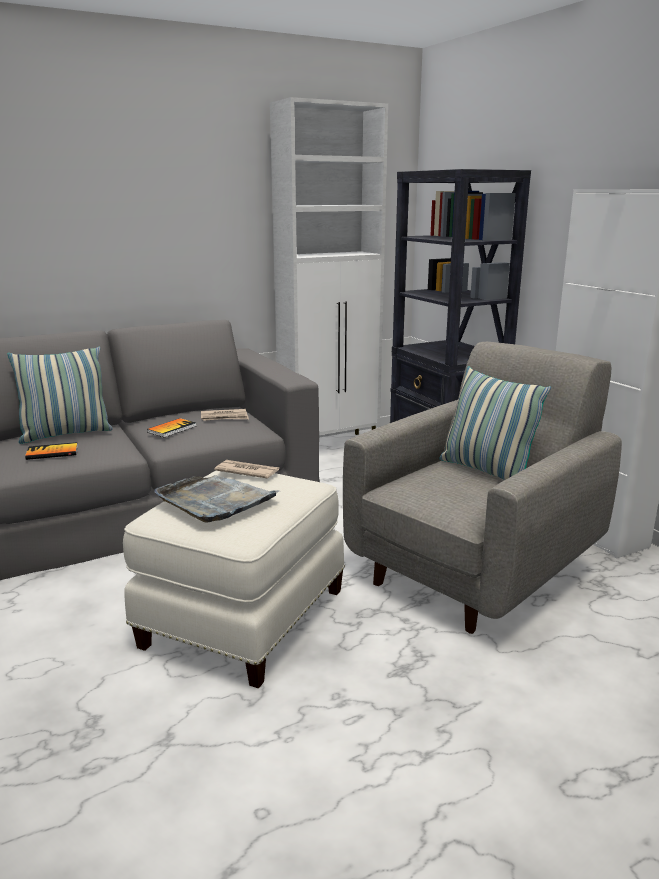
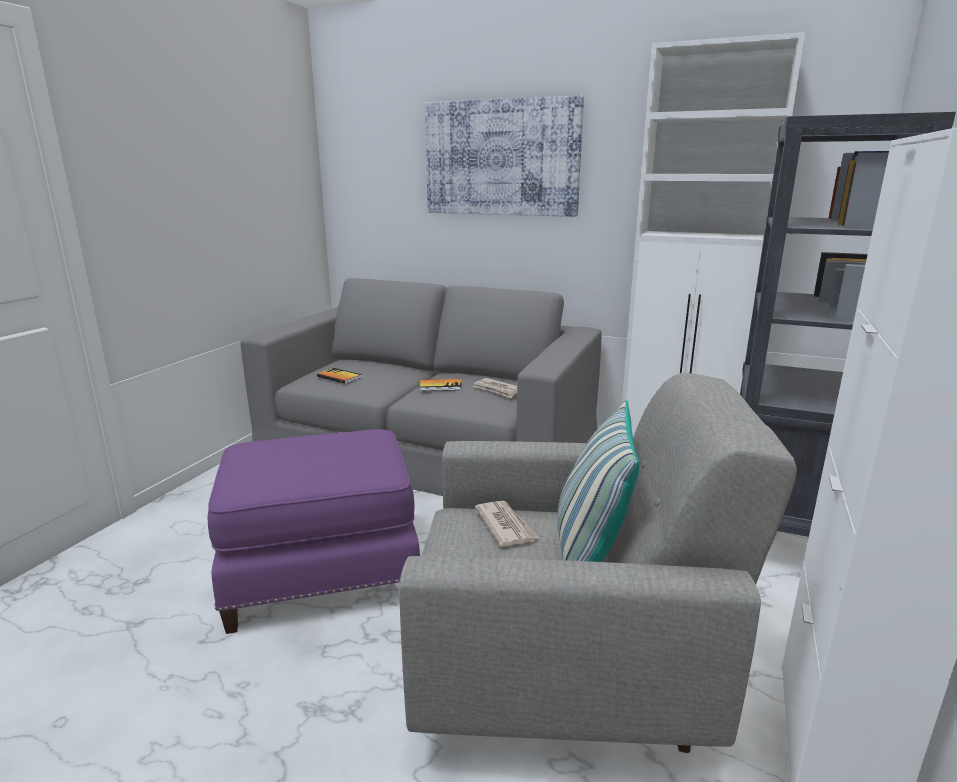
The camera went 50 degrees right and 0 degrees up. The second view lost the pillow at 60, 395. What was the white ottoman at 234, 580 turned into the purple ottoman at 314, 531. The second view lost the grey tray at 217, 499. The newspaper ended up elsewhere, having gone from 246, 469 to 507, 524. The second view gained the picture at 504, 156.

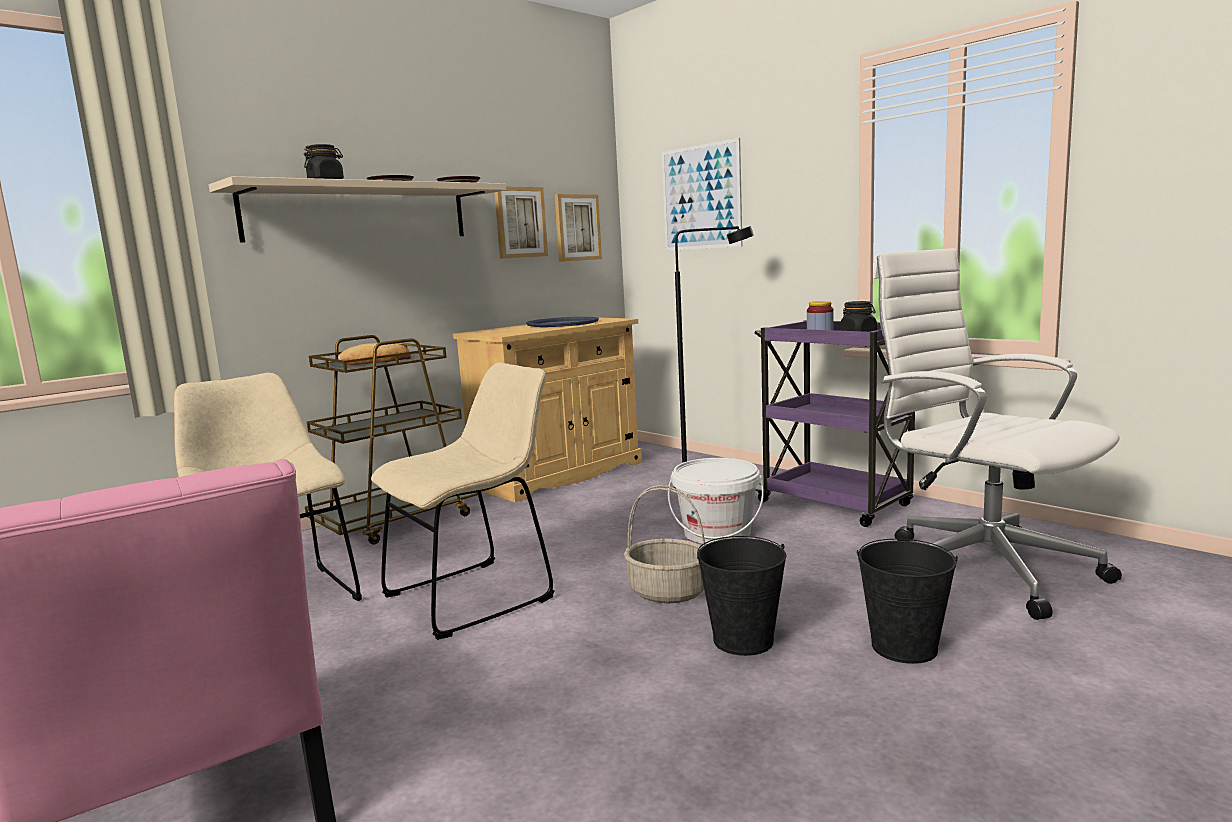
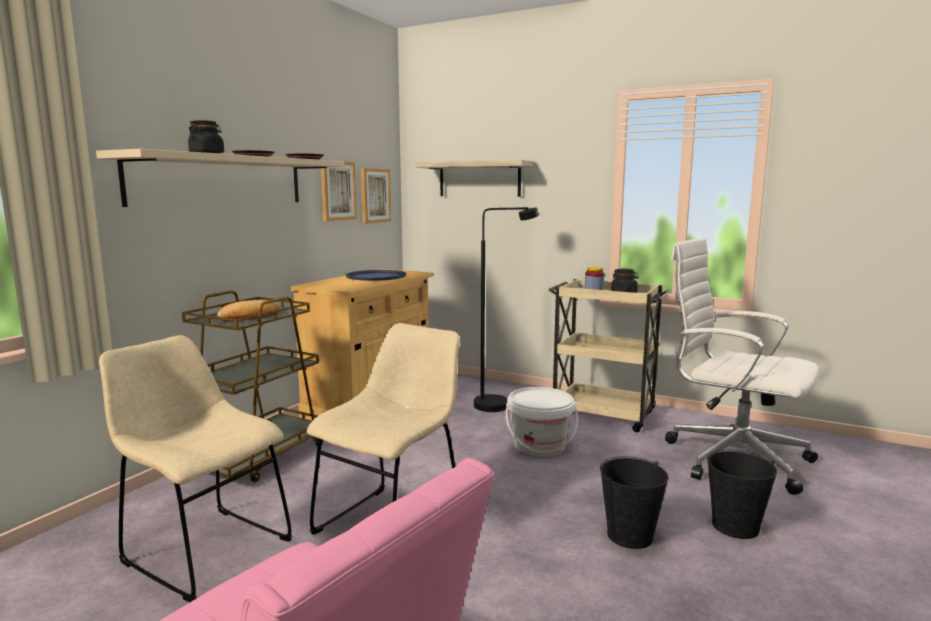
The camera went 20 degrees left and 0 degrees up. The second view lost the basket at 664, 544. Where the picture hung at 702, 194, the shelf came to hang at 474, 178. What was the purple cart at 834, 423 turned into the beige cart at 610, 355.

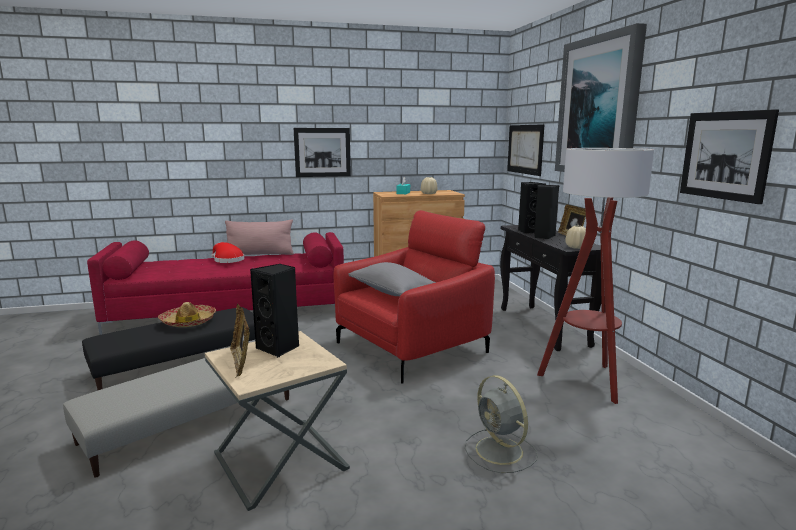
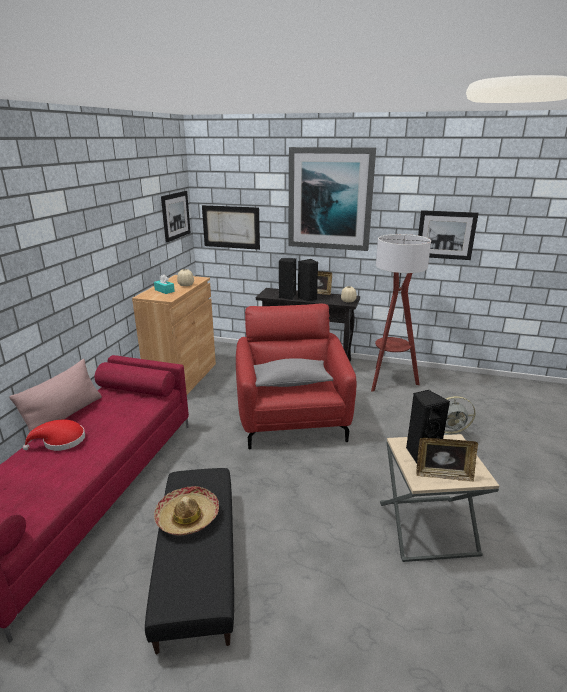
The camera went 60 degrees left and 10 degrees up. The second view lost the grey ottoman at 176, 418. The picture ended up elsewhere, having gone from 322, 152 to 176, 217.

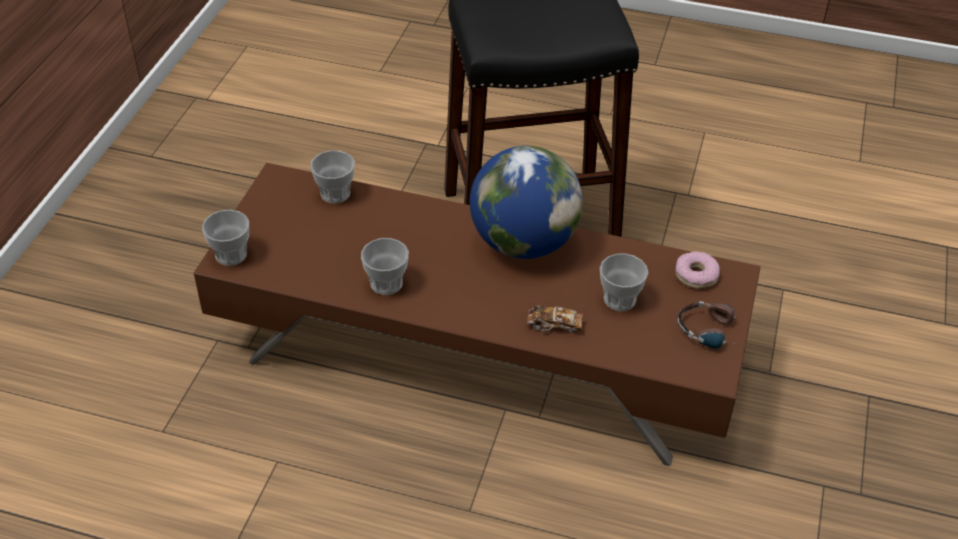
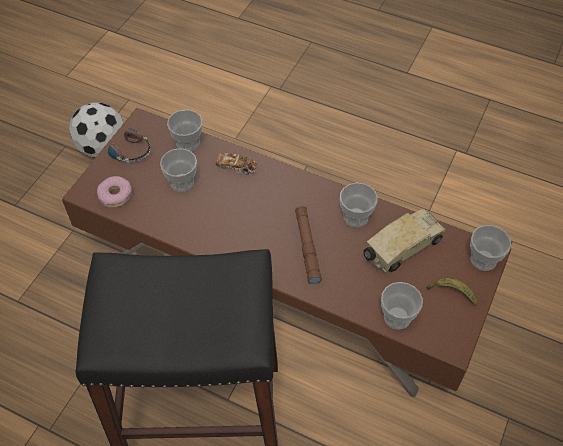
The camera went 170 degrees left and 10 degrees up. The second view lost the globe at 526, 202. The second view gained the football at 96, 130. The second view gained the cup at 185, 130. The second view gained the brown flashlight at 308, 245. The second view gained the toy truck at 404, 240. The second view gained the banana at 452, 291.

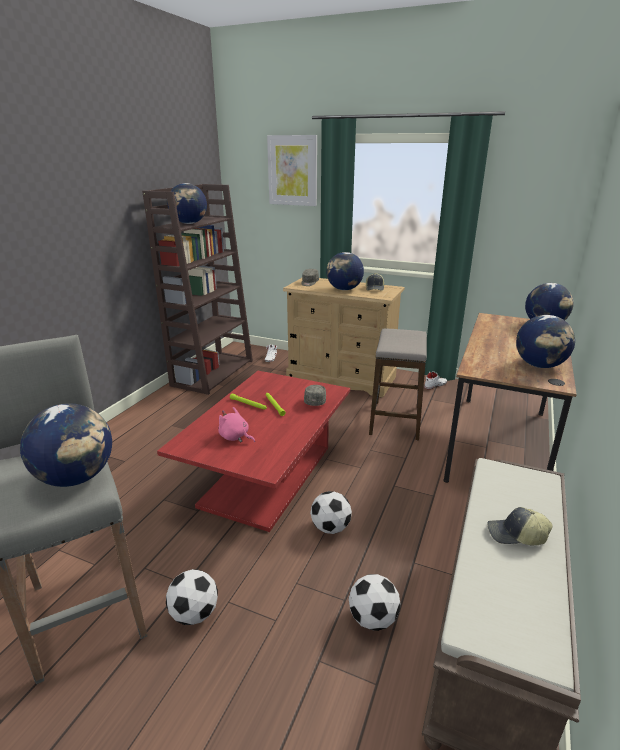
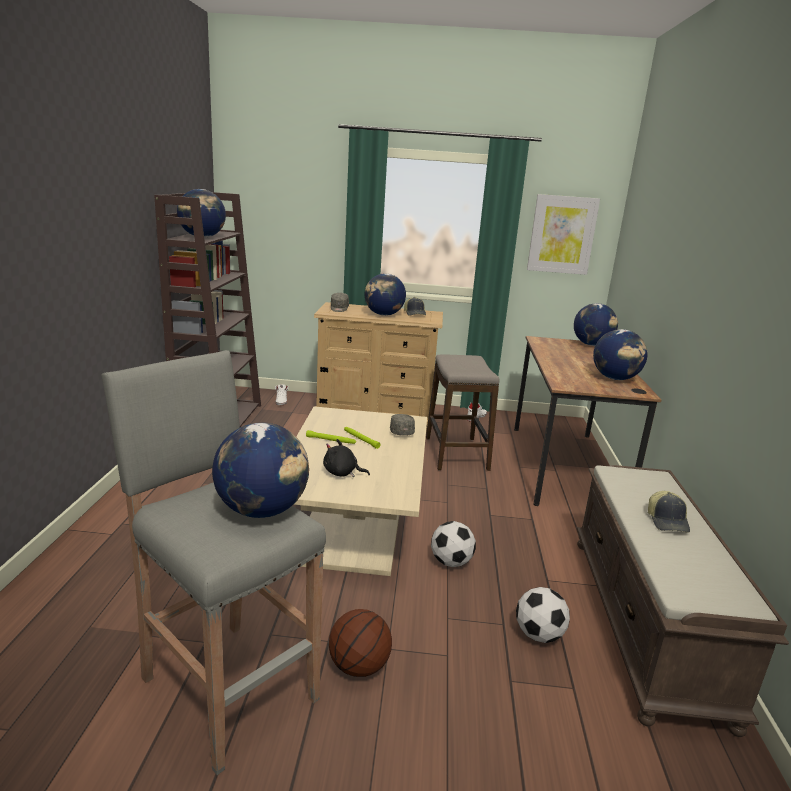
The camera went 20 degrees left and 5 degrees down. What was the red coffee table at 253, 451 turned into the beige coffee table at 360, 491. Where the football stood at 192, 597, the basketball came to stand at 360, 643. What was the pink plush toy at 236, 424 turned into the black plush toy at 346, 458. The picture ended up elsewhere, having gone from 292, 170 to 563, 234. The cap at 519, 526 ended up facing another way, 75 degrees counterclockwise from before.

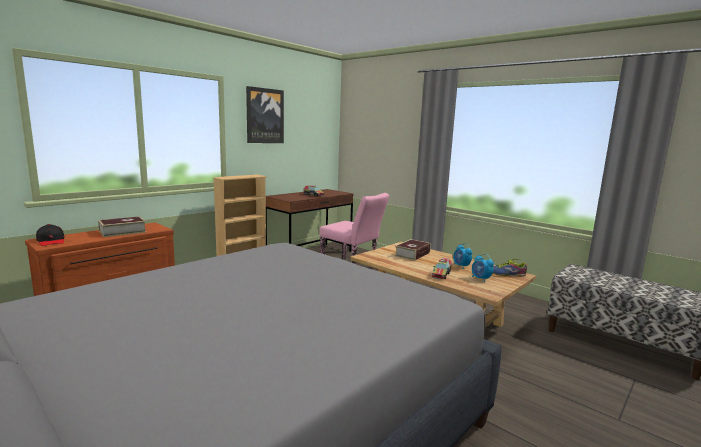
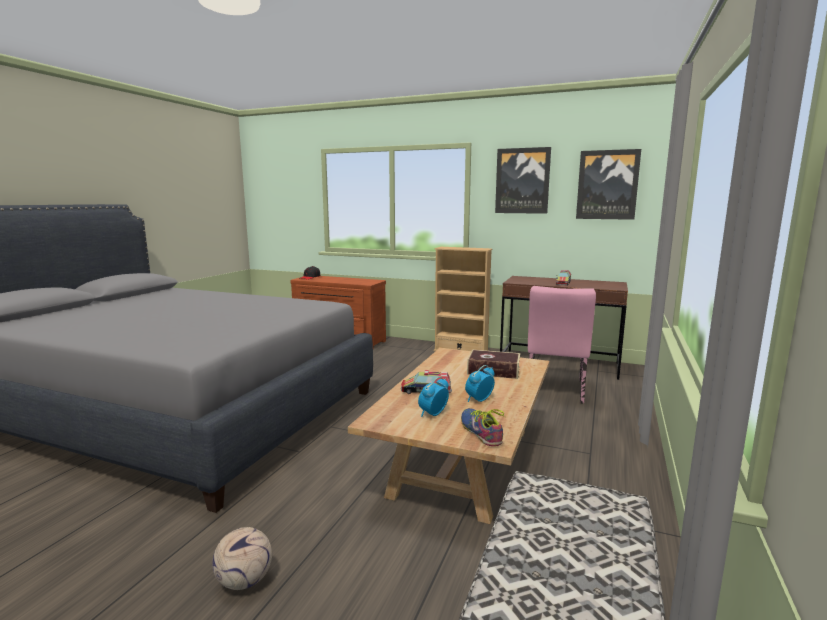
The camera went 70 degrees right and 0 degrees up. The second view lost the book at 122, 226. The second view gained the football at 242, 558. The second view gained the picture at 608, 184.

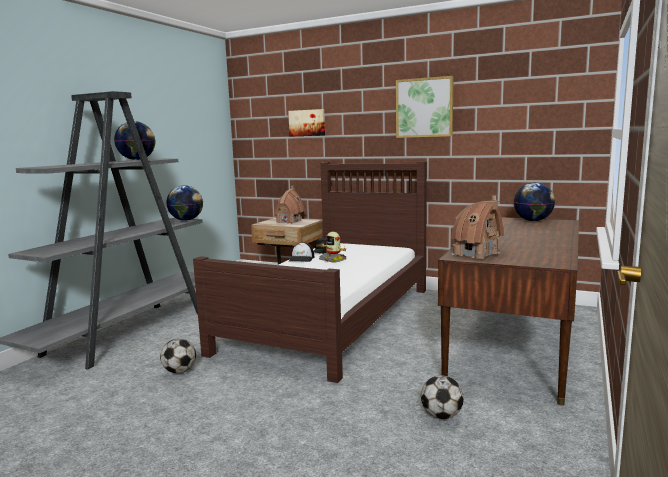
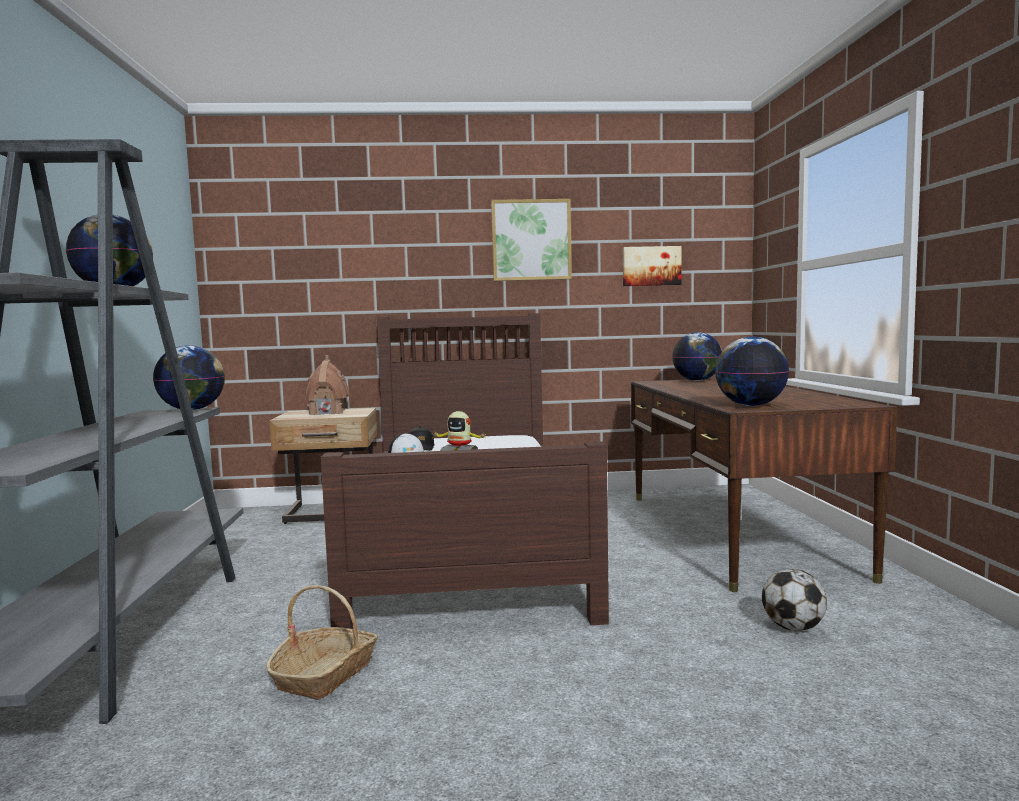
The camera went 30 degrees left and 5 degrees down. Where the football stood at 178, 356, the basket came to stand at 321, 642. The picture ended up elsewhere, having gone from 306, 123 to 652, 266. Where the toy house stood at 477, 227, the globe came to stand at 752, 371.

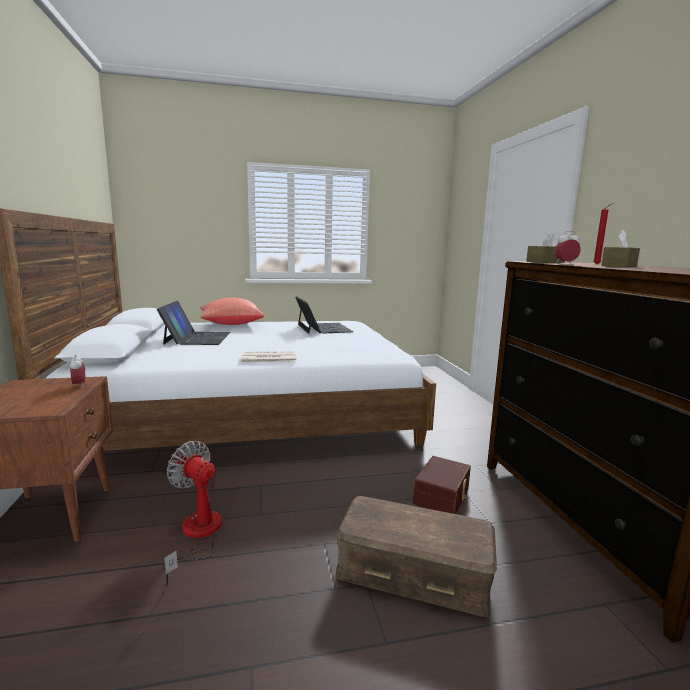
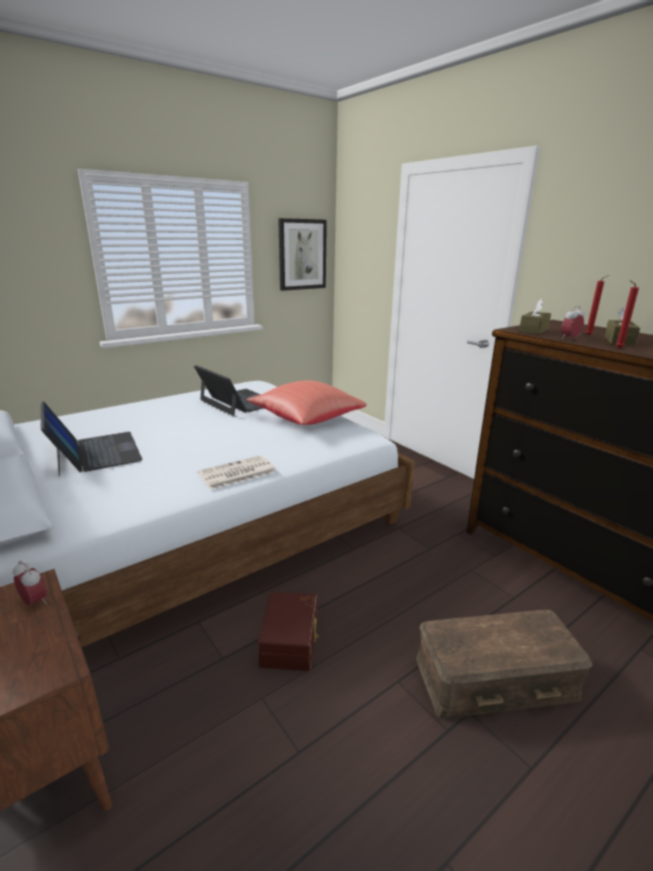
The camera went 25 degrees left and 10 degrees up. The second view lost the fan at 192, 514. The red pillow ended up elsewhere, having gone from 232, 311 to 306, 403. The brown storage box ended up elsewhere, having gone from 442, 485 to 288, 631. The second view gained the picture at 302, 254. The second view gained the red candle at 627, 314.

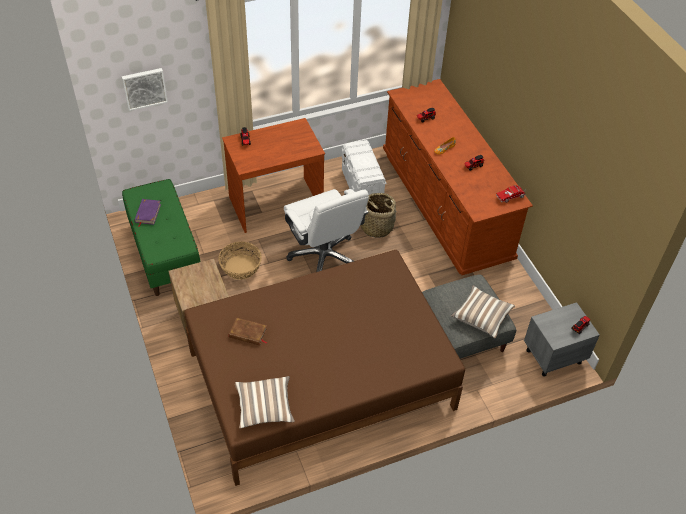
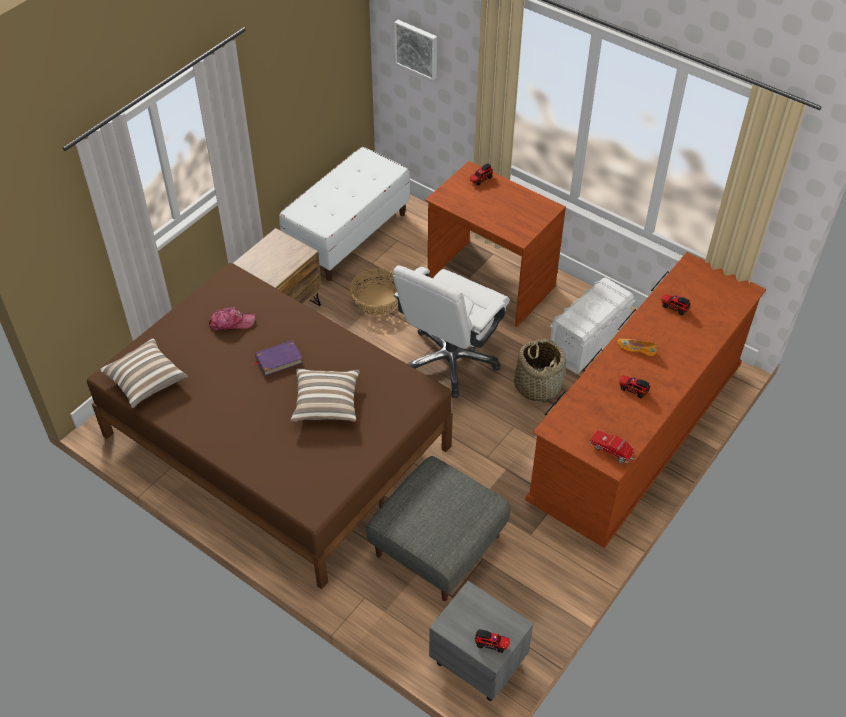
The camera went 60 degrees right and 0 degrees up. What was the green bench at 161, 237 turned into the white bench at 344, 214. The purple book ended up elsewhere, having gone from 148, 213 to 277, 358. Where the brown book stood at 248, 331, the cap came to stand at 232, 318. The pillow ended up elsewhere, having gone from 483, 311 to 325, 395.

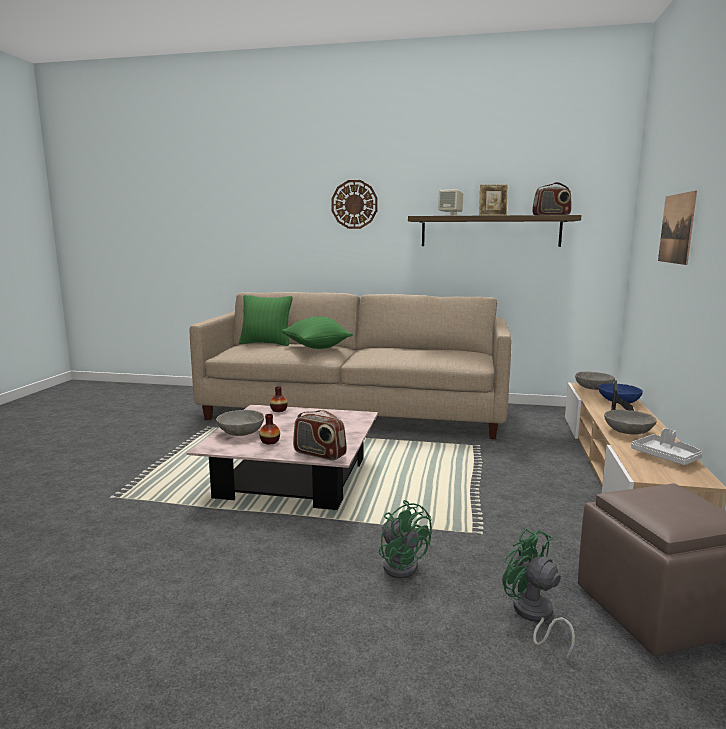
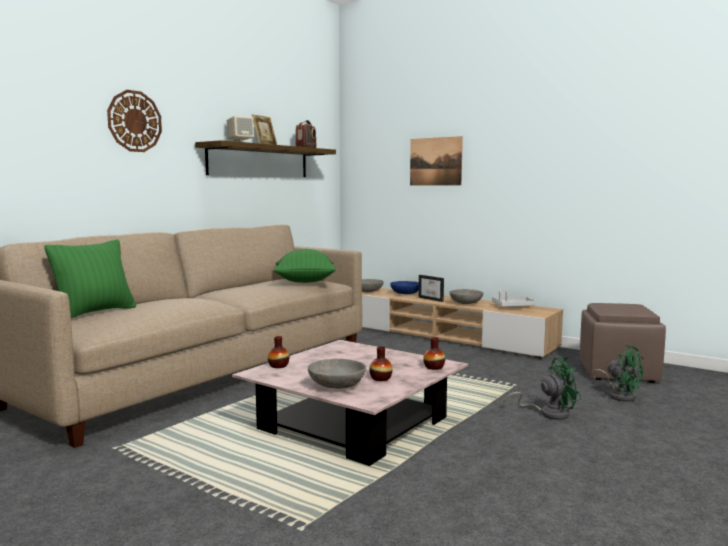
The camera went 65 degrees left and 5 degrees down. The green pillow ended up elsewhere, having gone from 317, 332 to 305, 266. Where the radio stood at 320, 435, the vase came to stand at 434, 353. The green fan at 538, 594 ended up facing another way, 120 degrees counterclockwise from before.

